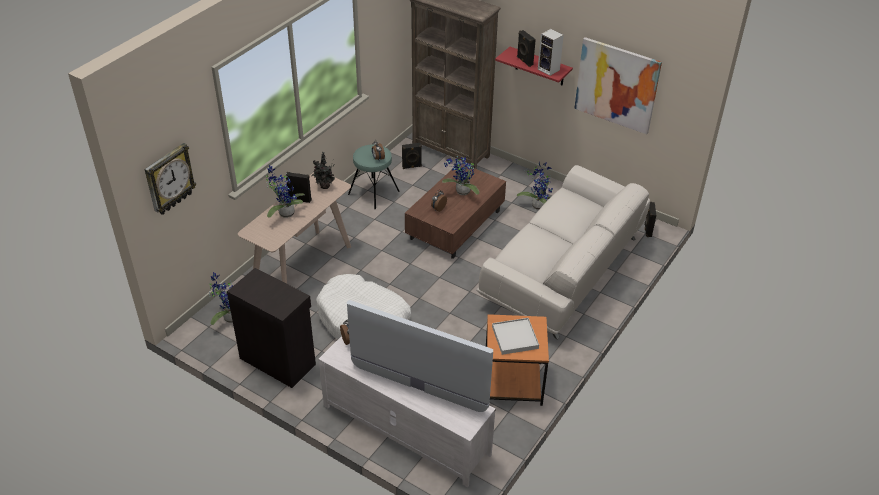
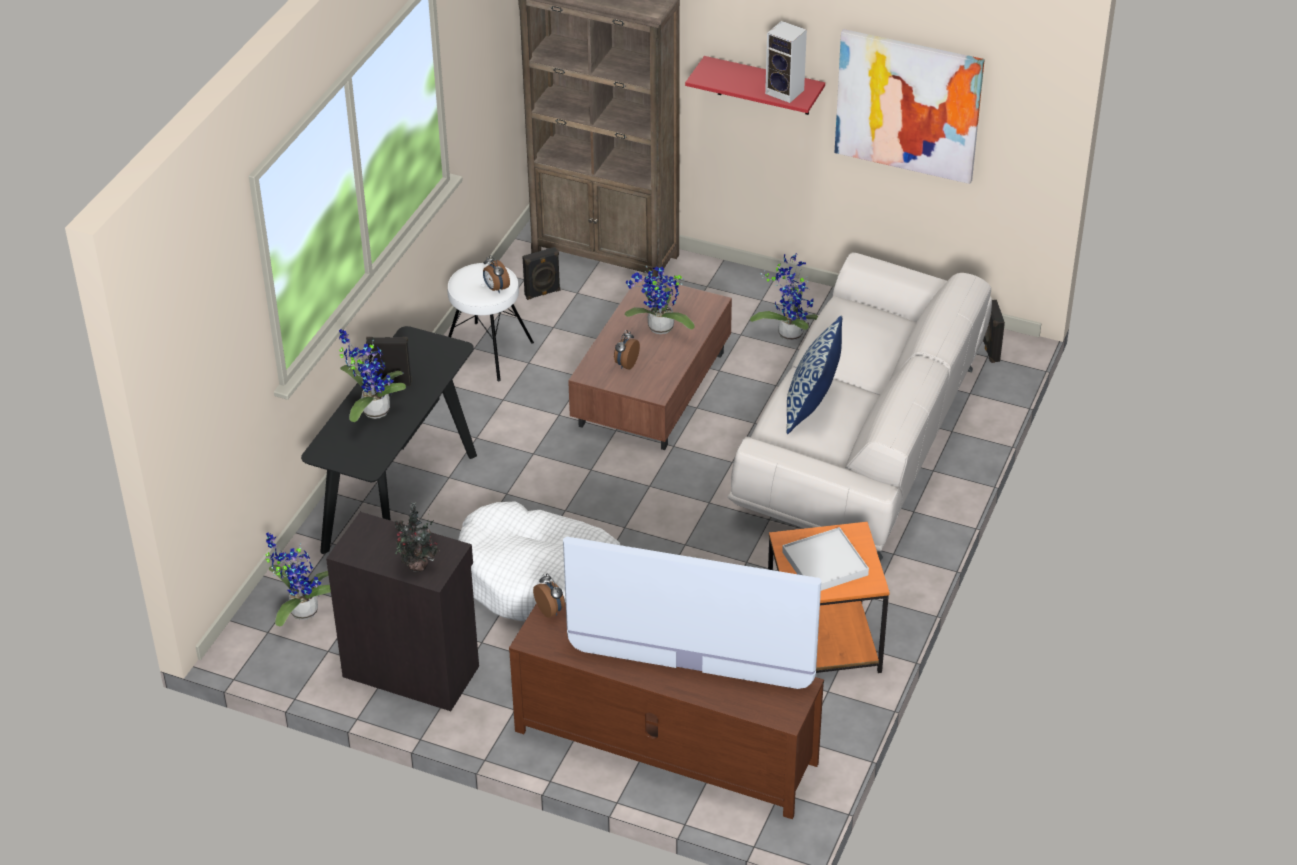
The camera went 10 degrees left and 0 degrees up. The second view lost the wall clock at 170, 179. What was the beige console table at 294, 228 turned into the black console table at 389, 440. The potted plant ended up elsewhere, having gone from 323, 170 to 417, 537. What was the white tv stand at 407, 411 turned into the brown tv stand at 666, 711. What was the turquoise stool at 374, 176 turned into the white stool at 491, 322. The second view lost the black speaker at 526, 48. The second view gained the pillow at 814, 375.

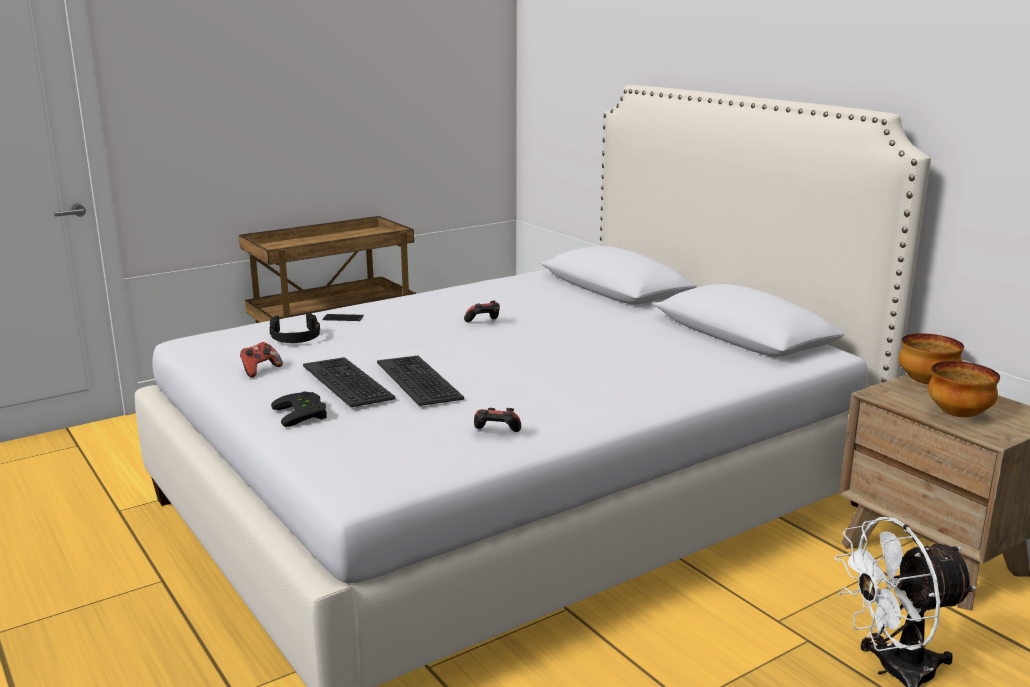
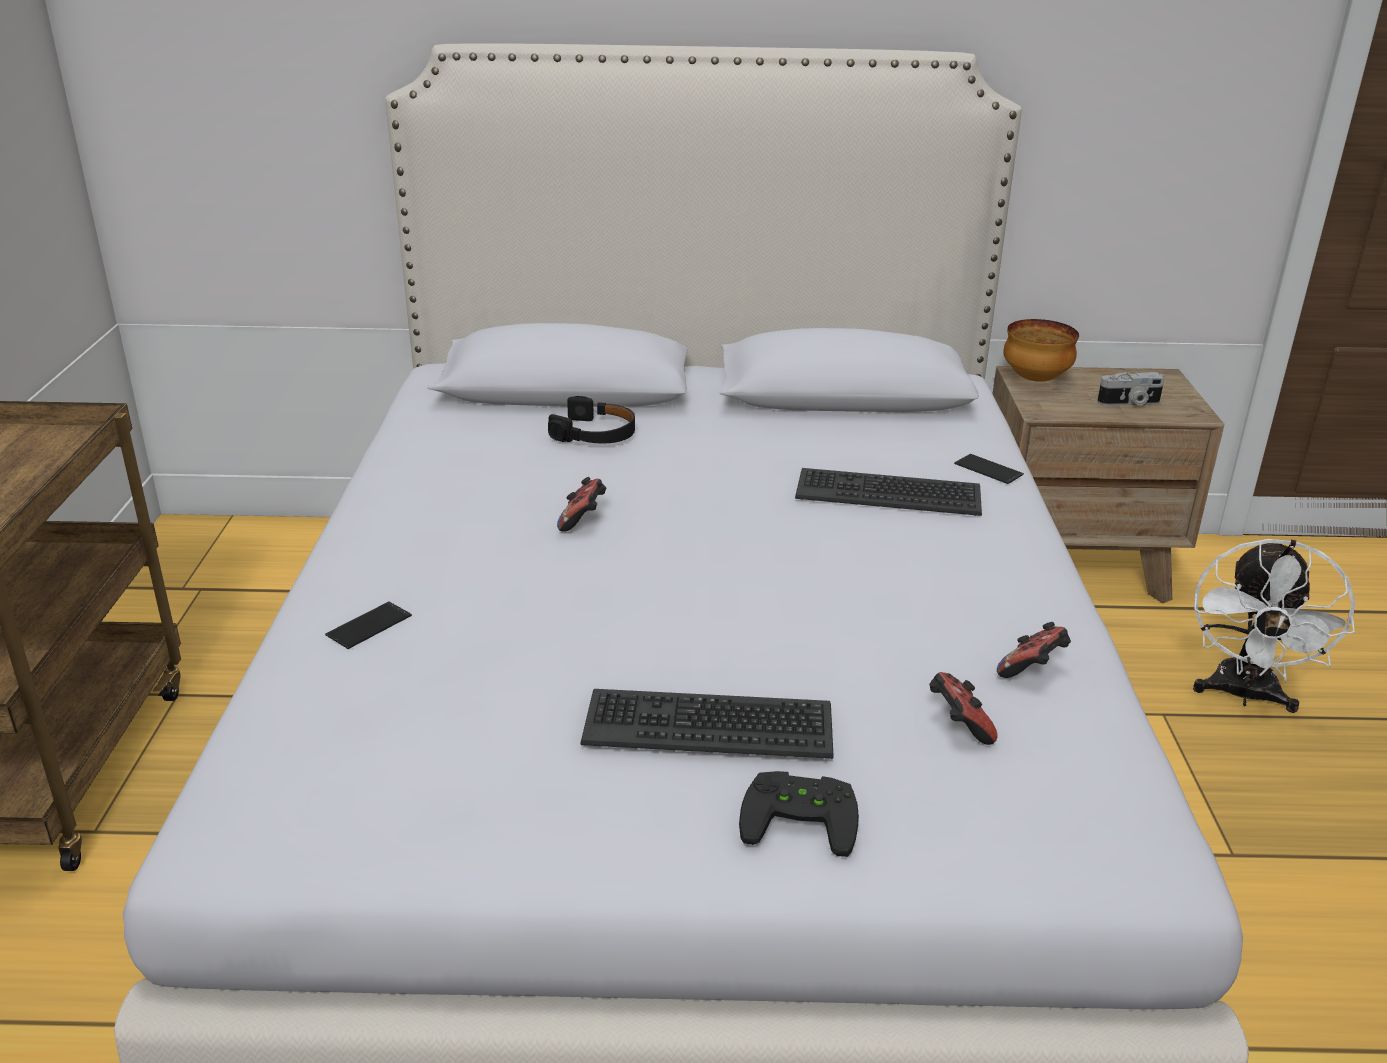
The camera went 55 degrees left and 10 degrees up. The game controller ended up elsewhere, having gone from 261, 360 to 963, 708. The black headphones ended up elsewhere, having gone from 295, 328 to 591, 420. The keyboard ended up elsewhere, having gone from 420, 381 to 888, 492. Where the bowl stood at 964, 389, the photo camera came to stand at 1131, 389. The second view gained the phone at 989, 469.

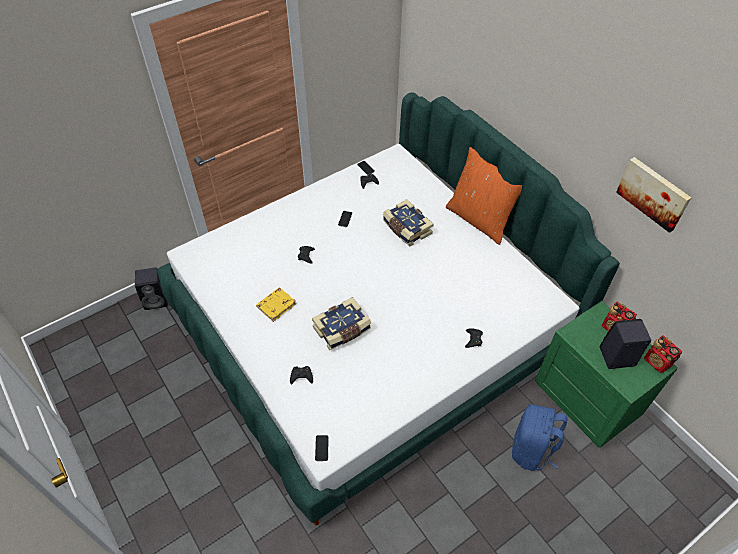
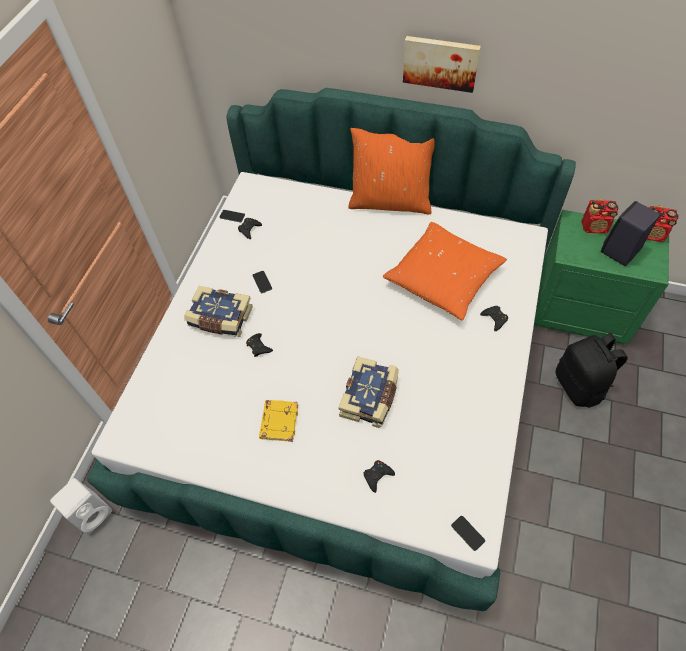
The camera went 35 degrees left and 5 degrees up. What was the black speaker at 151, 288 turned into the white speaker at 81, 506. The book ended up elsewhere, having gone from 408, 222 to 218, 311. What was the blue backpack at 540, 437 turned into the black backpack at 591, 370. The picture ended up elsewhere, having gone from 653, 195 to 442, 64. The second view gained the orange pillow at 445, 271.

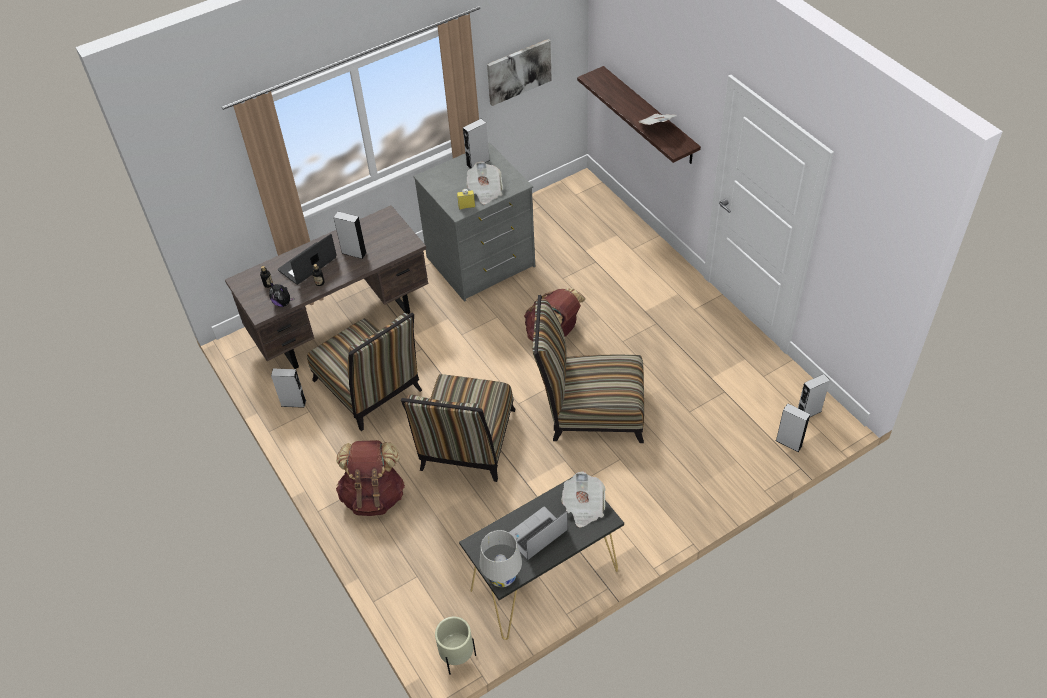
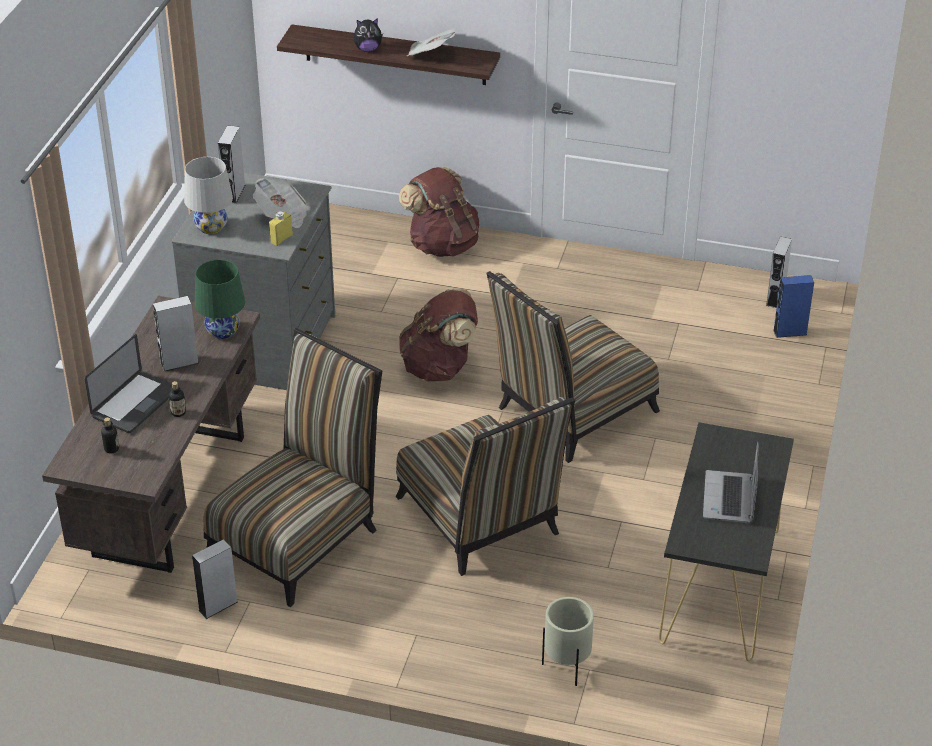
The camera went 45 degrees left and 10 degrees down. The plush toy ended up elsewhere, having gone from 281, 295 to 368, 35. The laptop at 307, 259 ended up facing another way, 150 degrees counterclockwise from before. The chair at 364, 372 ended up facing another way, 60 degrees counterclockwise from before. The brown backpack ended up elsewhere, having gone from 370, 478 to 438, 211. The beige planter ended up elsewhere, having gone from 455, 646 to 568, 641. The white table lamp ended up elsewhere, having gone from 500, 558 to 208, 195. The second view lost the picture at 519, 72. The second view lost the newspaper at 583, 499. What was the grey speaker at 793, 428 turned into the blue speaker at 793, 306. The second view gained the green table lamp at 220, 299.

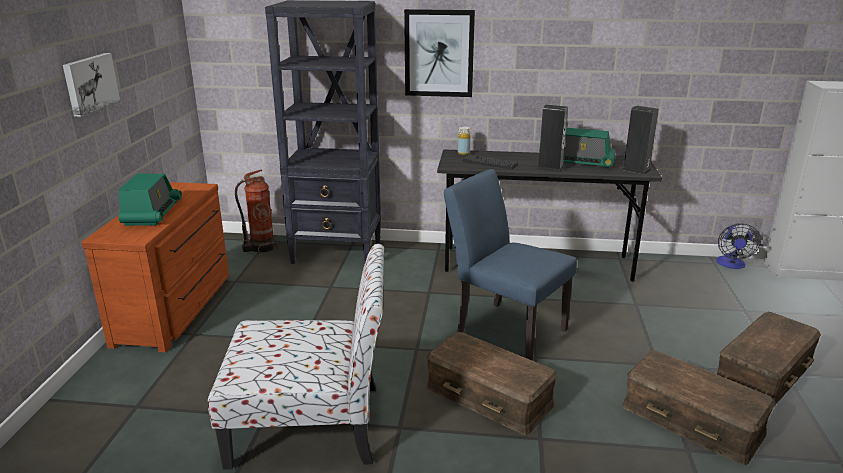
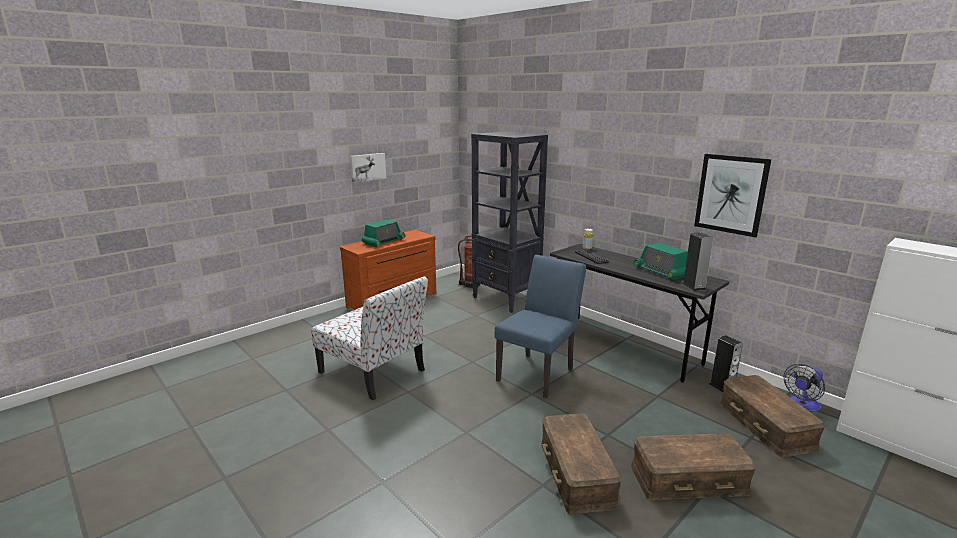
The camera went 40 degrees right and 5 degrees down. The picture ended up elsewhere, having gone from 439, 53 to 732, 196. The brown storage box ended up elsewhere, having gone from 492, 383 to 773, 416. The blue chair at 510, 265 ended up facing another way, 45 degrees clockwise from before. The speaker ended up elsewhere, having gone from 552, 138 to 726, 363.

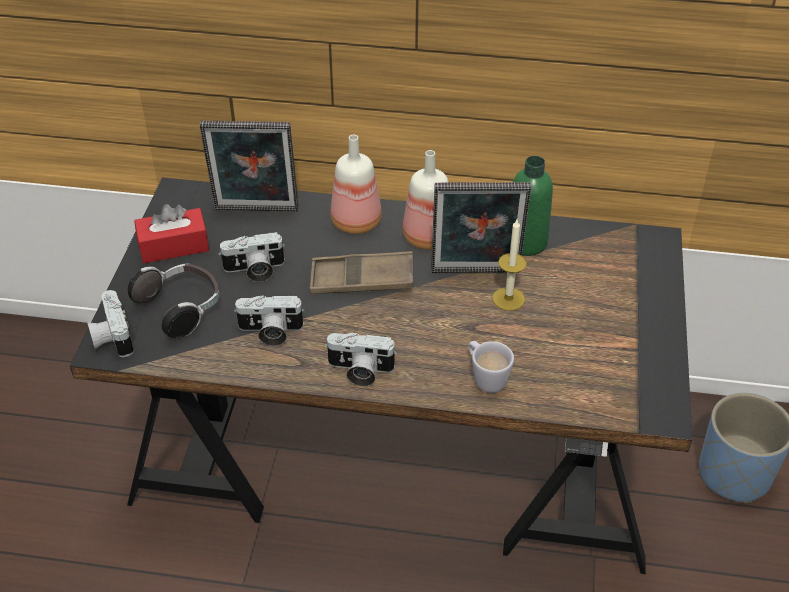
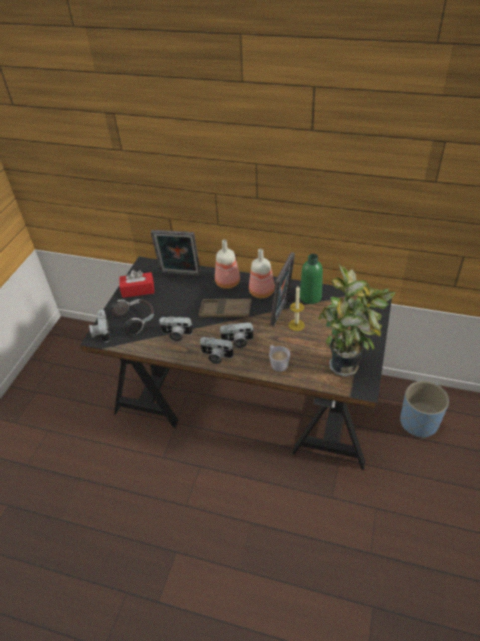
The camera went 10 degrees right and 0 degrees up. The photo camera ended up elsewhere, having gone from 252, 257 to 236, 335. The picture frame at 481, 227 ended up facing another way, 75 degrees counterclockwise from before. The second view gained the potted plant at 357, 320.

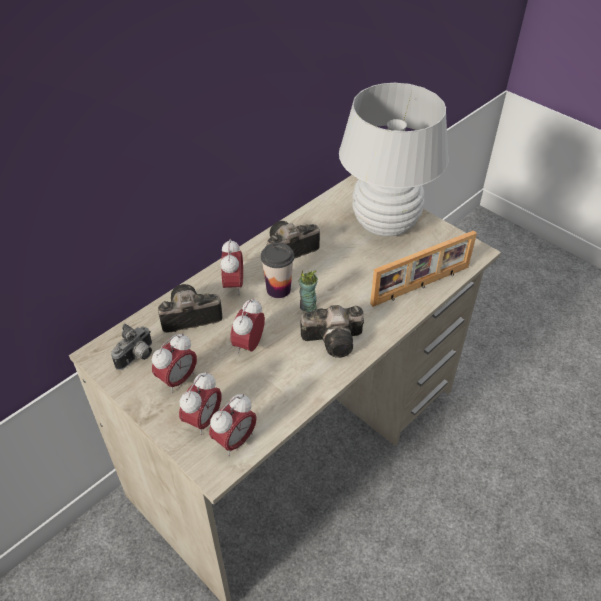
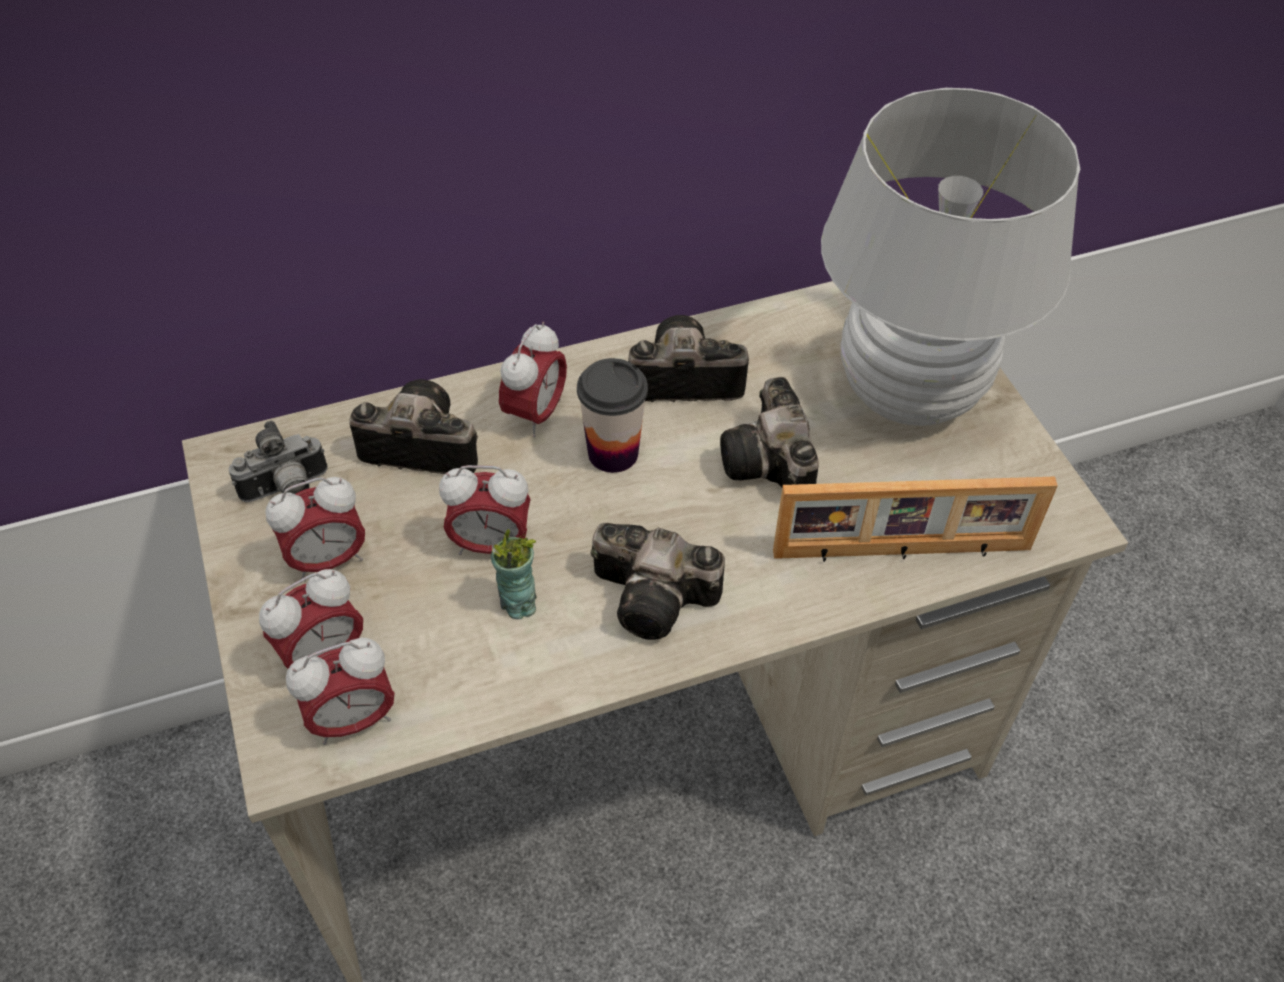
The camera went 25 degrees right and 5 degrees up. The alarm clock at 247, 326 ended up facing another way, 135 degrees counterclockwise from before. The cup ended up elsewhere, having gone from 308, 291 to 514, 574. The second view gained the photo camera at 769, 432.

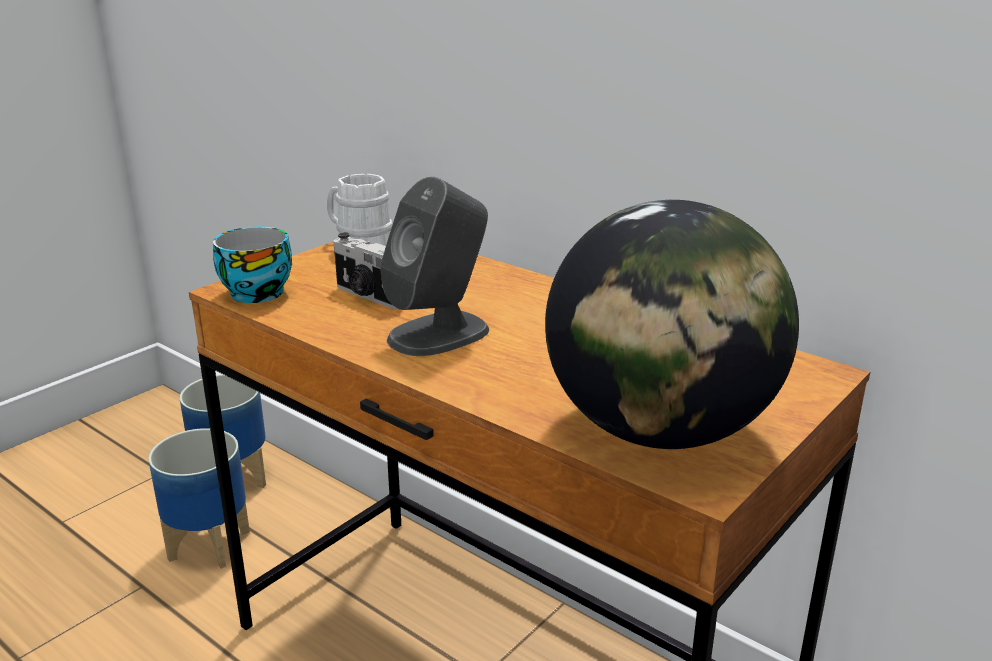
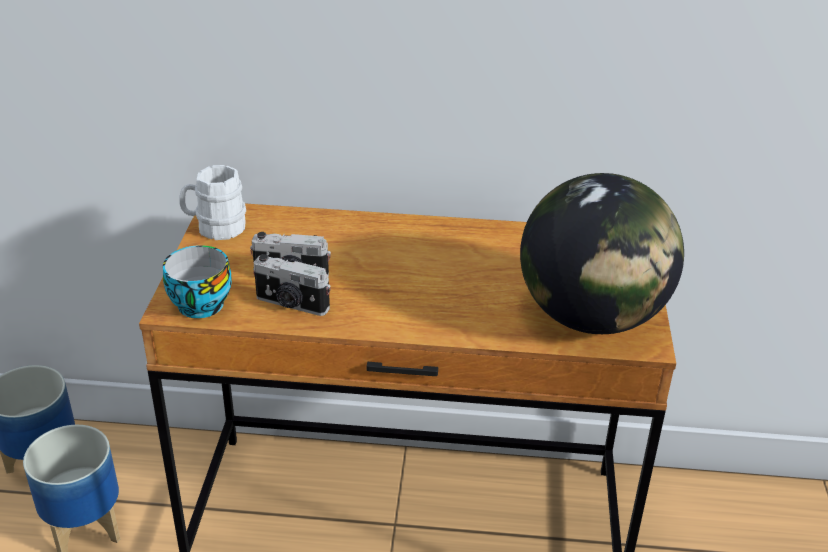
The camera went 35 degrees left and 10 degrees up. The second view lost the grey speaker at 434, 266. The second view gained the photo camera at 292, 285.

